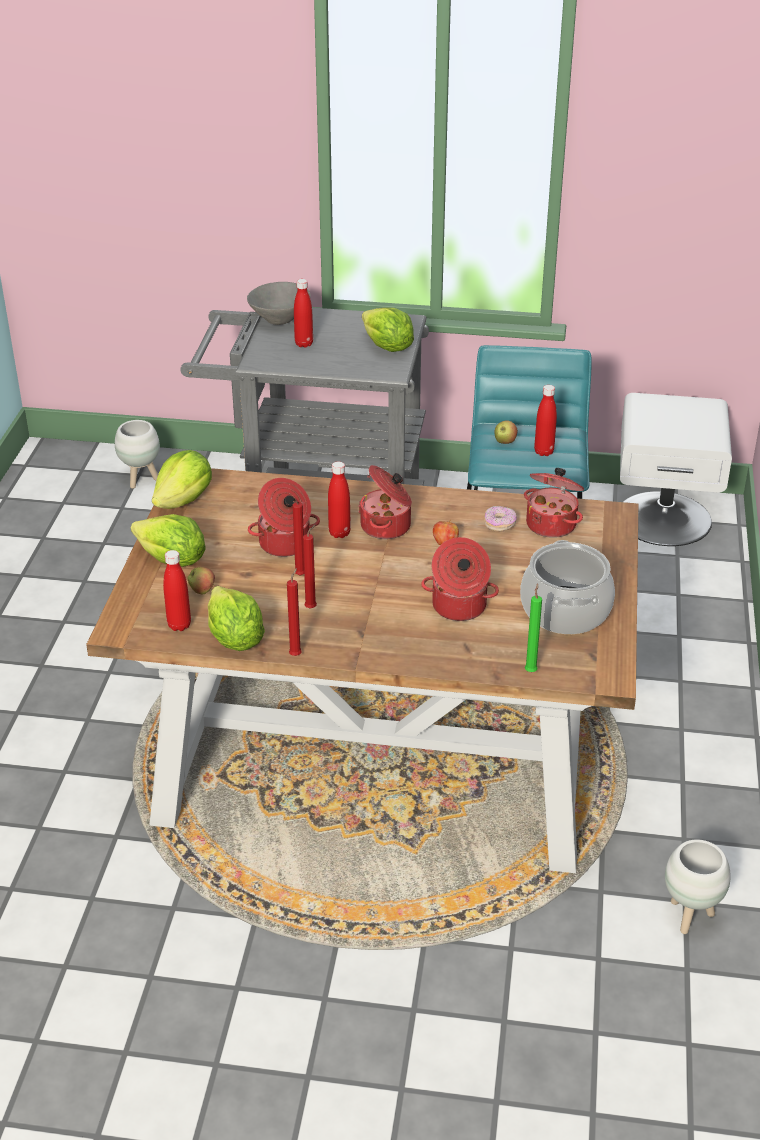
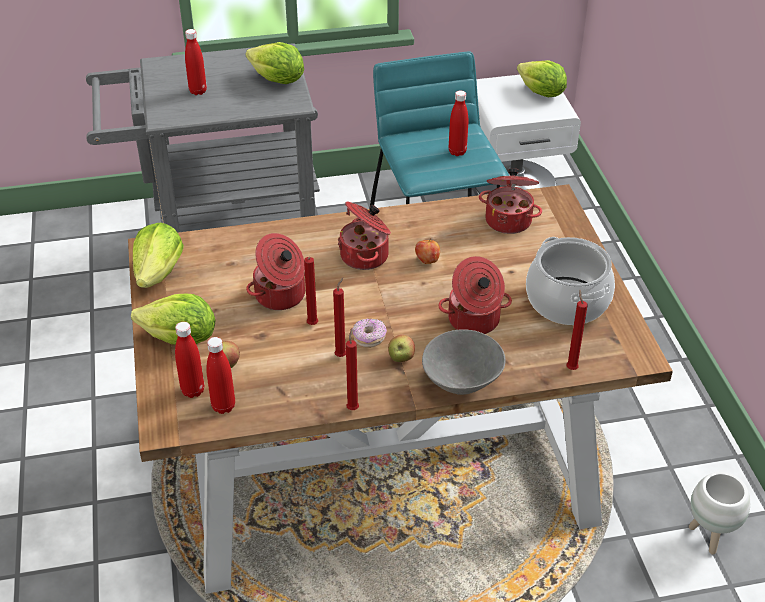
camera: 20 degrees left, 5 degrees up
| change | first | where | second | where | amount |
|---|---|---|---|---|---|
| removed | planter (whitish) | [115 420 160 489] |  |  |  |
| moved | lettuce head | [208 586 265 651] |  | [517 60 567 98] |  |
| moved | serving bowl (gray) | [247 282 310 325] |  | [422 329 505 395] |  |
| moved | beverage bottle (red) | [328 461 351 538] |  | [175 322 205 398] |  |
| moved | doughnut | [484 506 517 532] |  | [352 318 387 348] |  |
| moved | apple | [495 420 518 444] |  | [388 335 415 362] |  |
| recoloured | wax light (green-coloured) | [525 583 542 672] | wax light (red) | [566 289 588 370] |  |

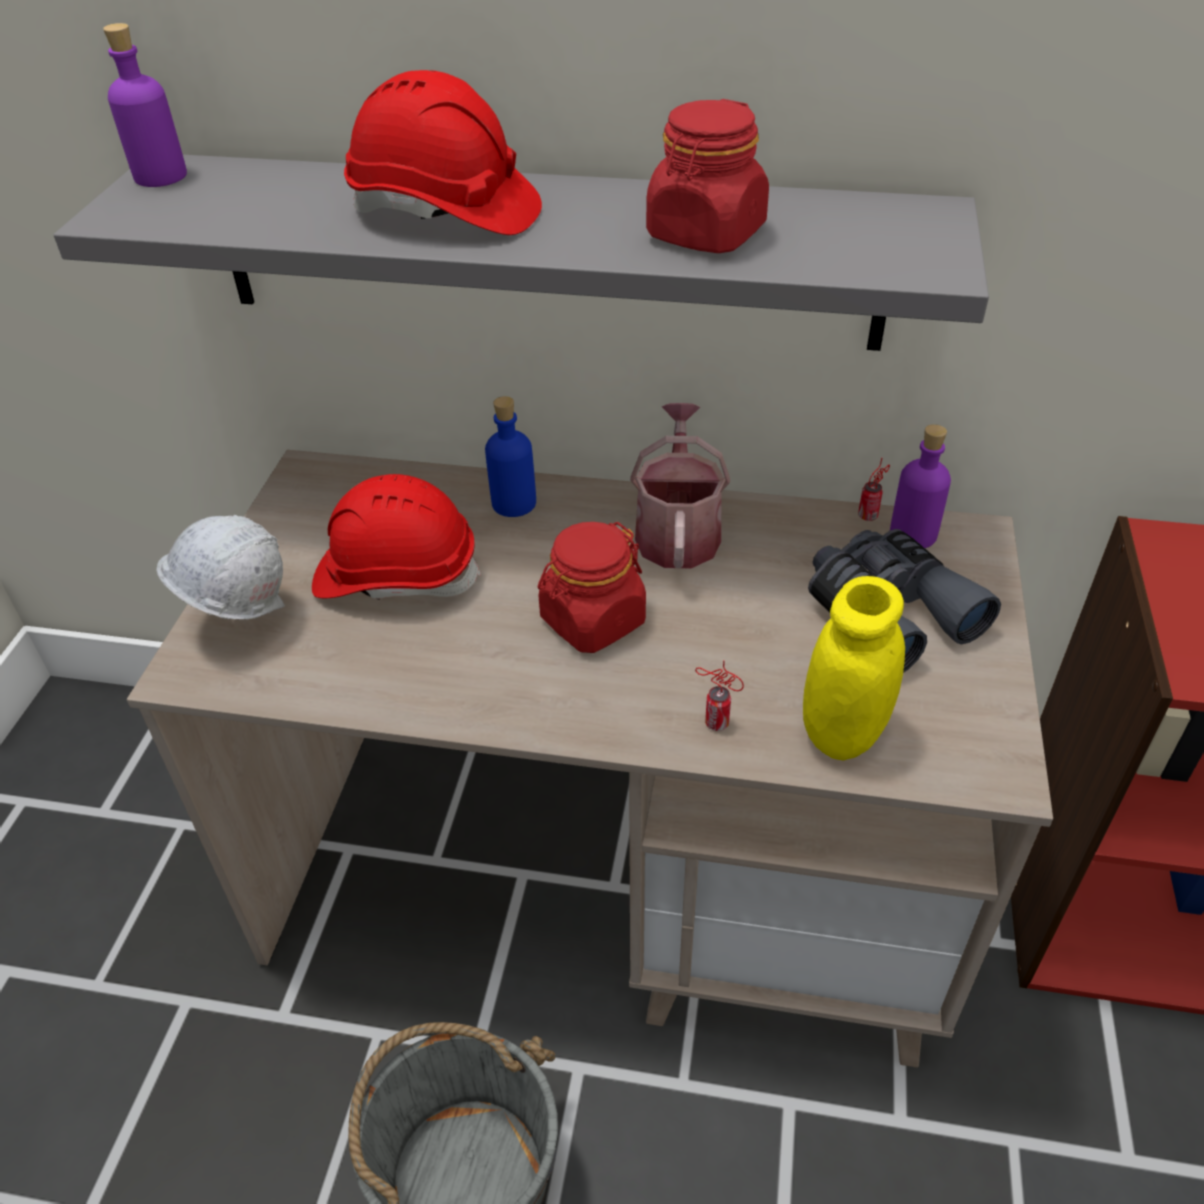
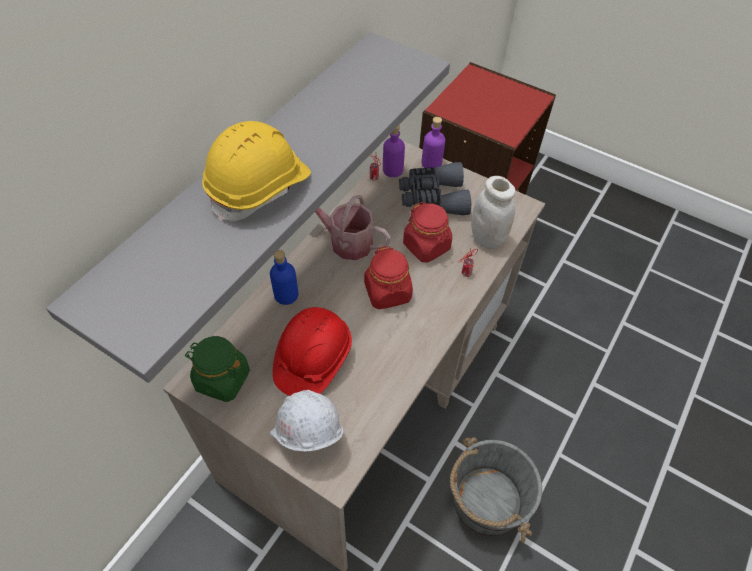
camera: 70 degrees left, 10 degrees up
| change | first | where | second | where | amount |
|---|---|---|---|---|---|
| added |  |  | preserve jar (green-coloured) | [185 336 250 402] |  |
| moved | beverage bottle (purple) | [103 23 187 187] |  | [421 117 445 168] |  |
| moved | preserve jar (red) | [646 99 769 253] |  | [403 202 452 263] |  |
| recoloured | hard hat (red) | [344 70 542 235] | hard hat (yellow-coloured) | [202 121 311 222] |  |
| recoloured | preserve jar (yellow-coloured) | [803 576 905 761] | preserve jar (whitish) | [471 176 516 249] |  |

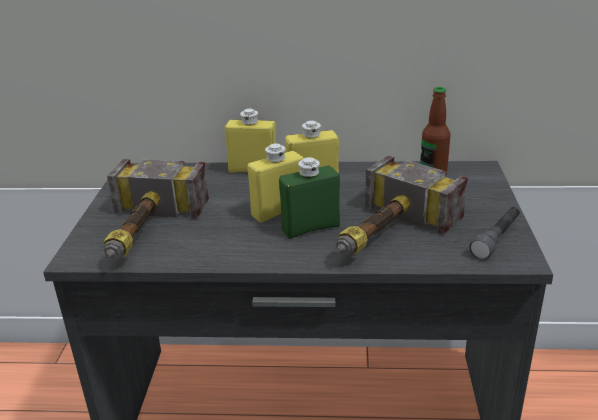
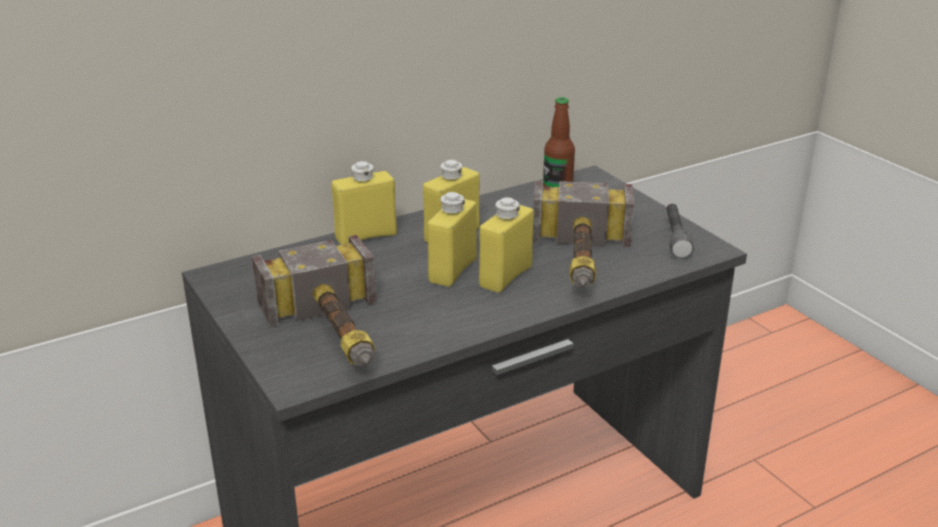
camera: 35 degrees left, 0 degrees up
| change | first | where | second | where | amount |
|---|---|---|---|---|---|
| recoloured | beverage bottle (green-coloured) | [279 157 340 239] | beverage bottle (yellow-coloured) | [479 197 534 293] |  |

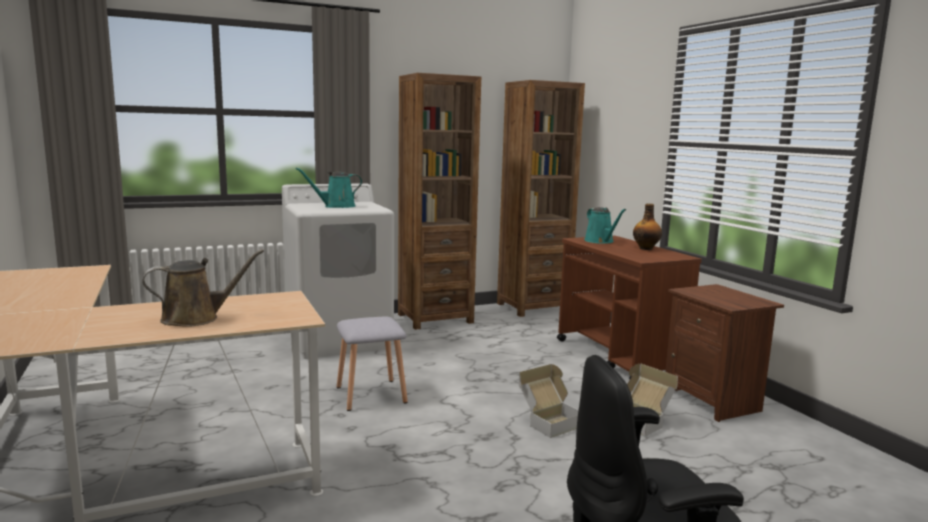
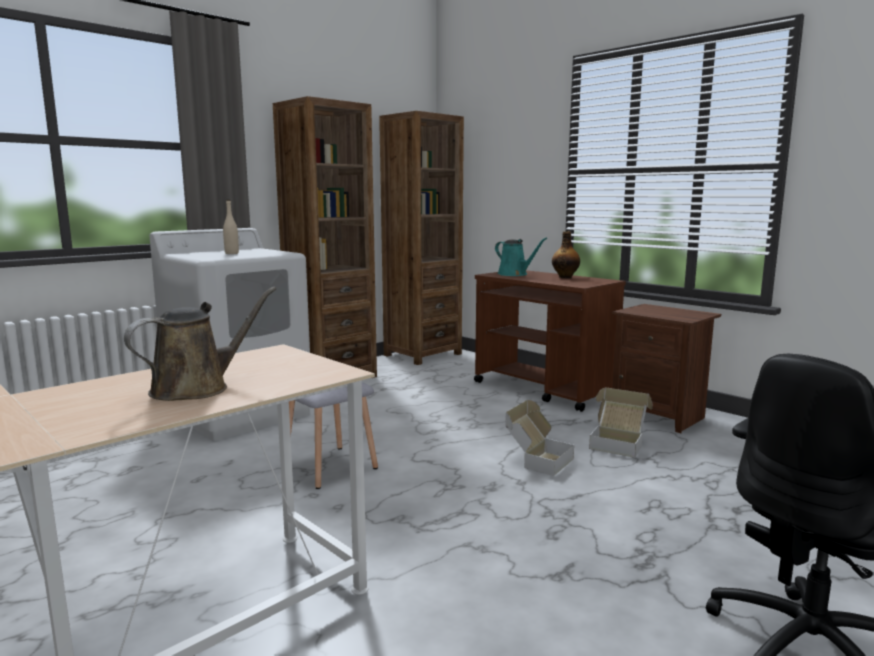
camera: 20 degrees left, 0 degrees up
| change | first | where | second | where | amount |
|---|---|---|---|---|---|
| replaced | watering pot (turquoise-coloured) | [296 168 363 208] | beverage bottle (sand-coloured) | [223 200 239 254] |  |

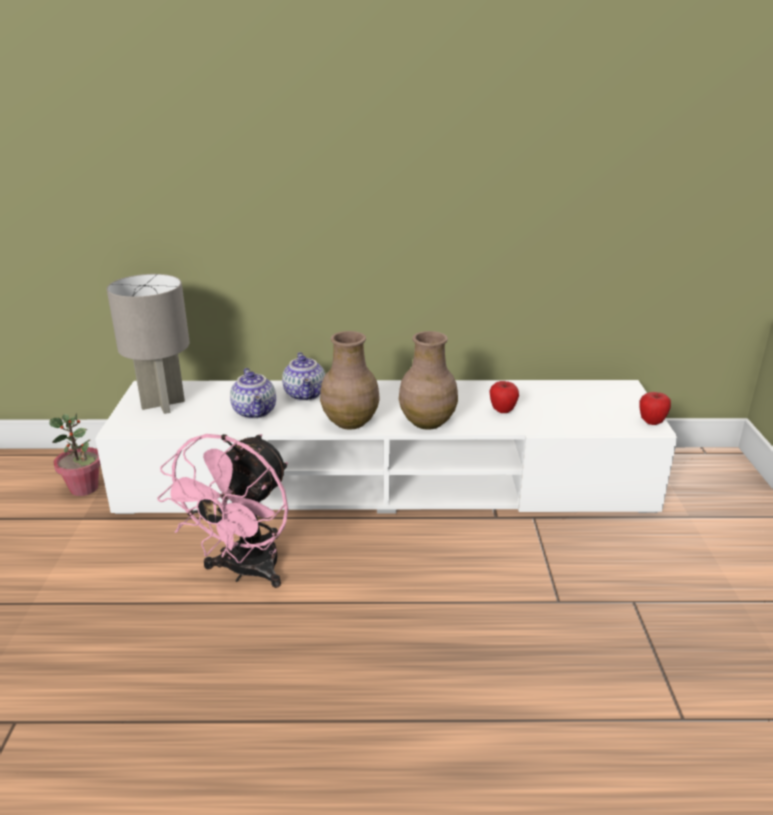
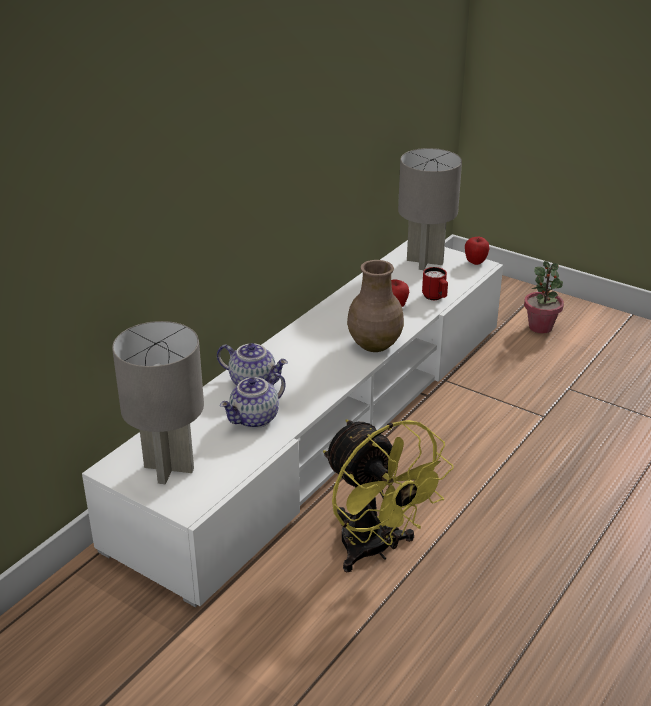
camera: 55 degrees left, 5 degrees up
| change | first | where | second | where | amount |
|---|---|---|---|---|---|
| removed | decorative vase (brownish) | [320 331 380 430] |  |  |  |
| added |  |  | lamp for a table (gray) | [398 148 462 270] |  |
| added |  |  | tea mug (red) | [422 267 448 300] |  |
| moved | houseplant | [50 413 101 496] |  | [524 261 564 334] |  |
| recoloured | cooling fan (pink) | [157 434 289 588] | cooling fan (yellow-coloured) | [323 419 454 572] |  |
| turned | teapot | [230 368 276 419] |  | [220 373 286 428] | 120 degrees clockwise |

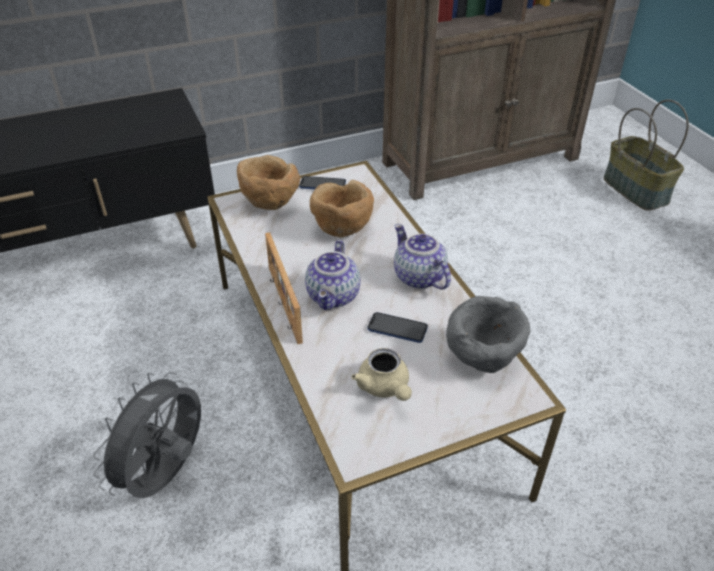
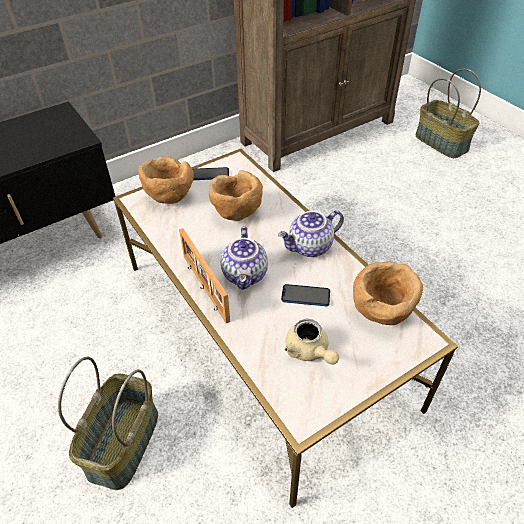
camera: 10 degrees left, 5 degrees up
| change | first | where | second | where | amount |
|---|---|---|---|---|---|
| replaced | cooling fan (gray) | [93 372 201 498] | storage basket | [58 357 158 490] |  |
| recoloured | serving bowl (gray) | [446 296 531 373] | serving bowl (brownish) | [353 261 423 325] |  |
| turned | teapot | [394 224 451 290] |  | [278 210 344 257] | 75 degrees counterclockwise |

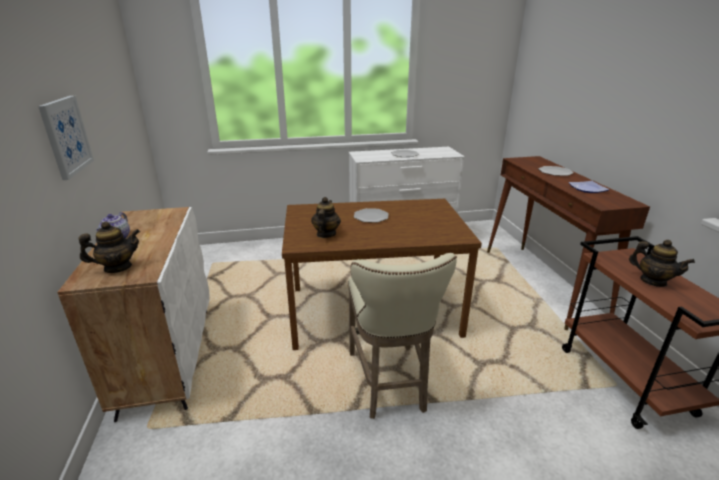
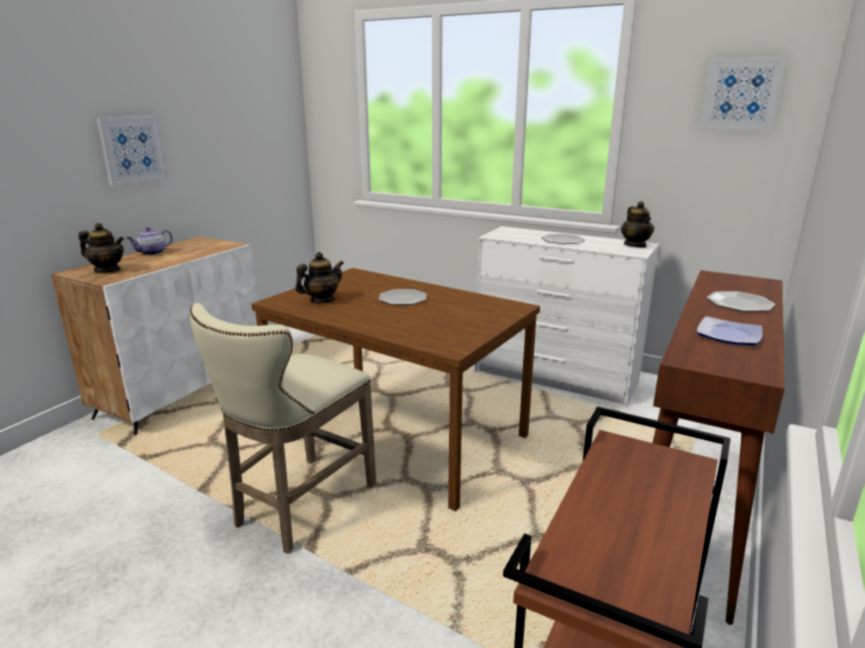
camera: 40 degrees right, 5 degrees down
| change | first | where | second | where | amount |
|---|---|---|---|---|---|
| added |  |  | wall picture | [700 56 788 130] |  |
| moved | teapot | [629 240 695 287] |  | [621 201 654 248] |  |

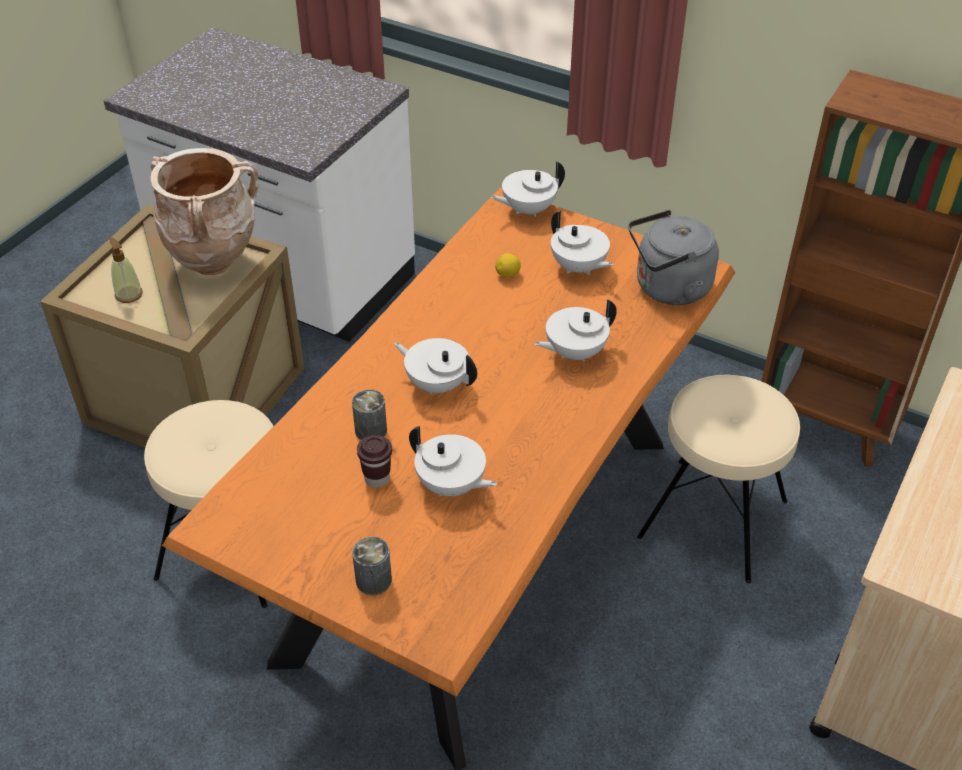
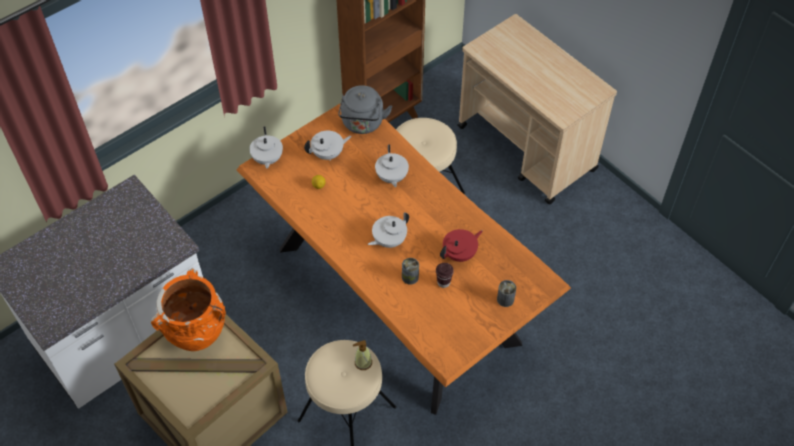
camera: 70 degrees left, 10 degrees up
| change | first | where | second | where | amount |
|---|---|---|---|---|---|
| moved | liquid soap bottle | [109 237 143 303] |  | [353 340 372 370] |  |
| recoloured | decorative vase (sand-coloured) | [150 148 258 275] | decorative vase (orangey) | [151 268 226 351] |  |
| recoloured | teapot (whitish) | [409 426 497 497] | teapot (red) | [440 229 483 262] |  |

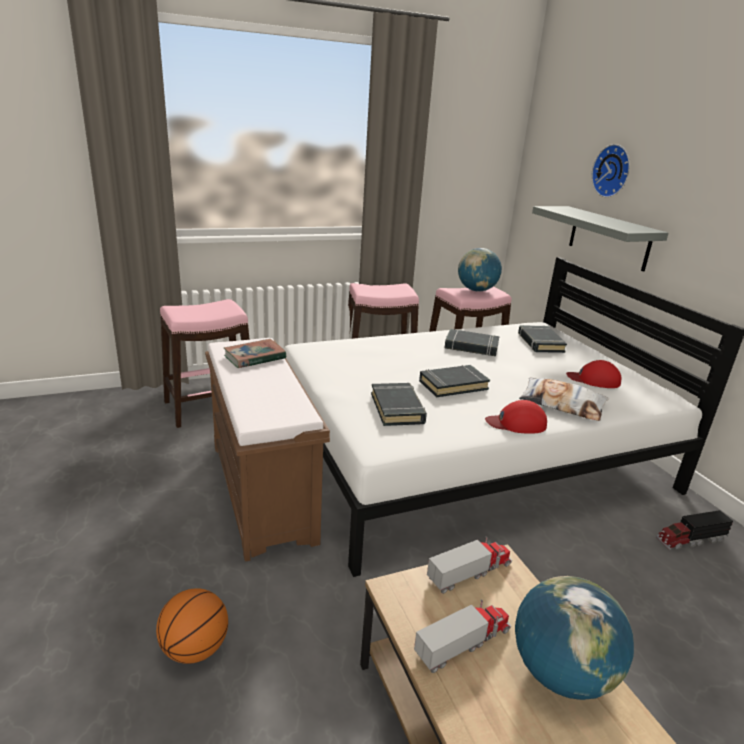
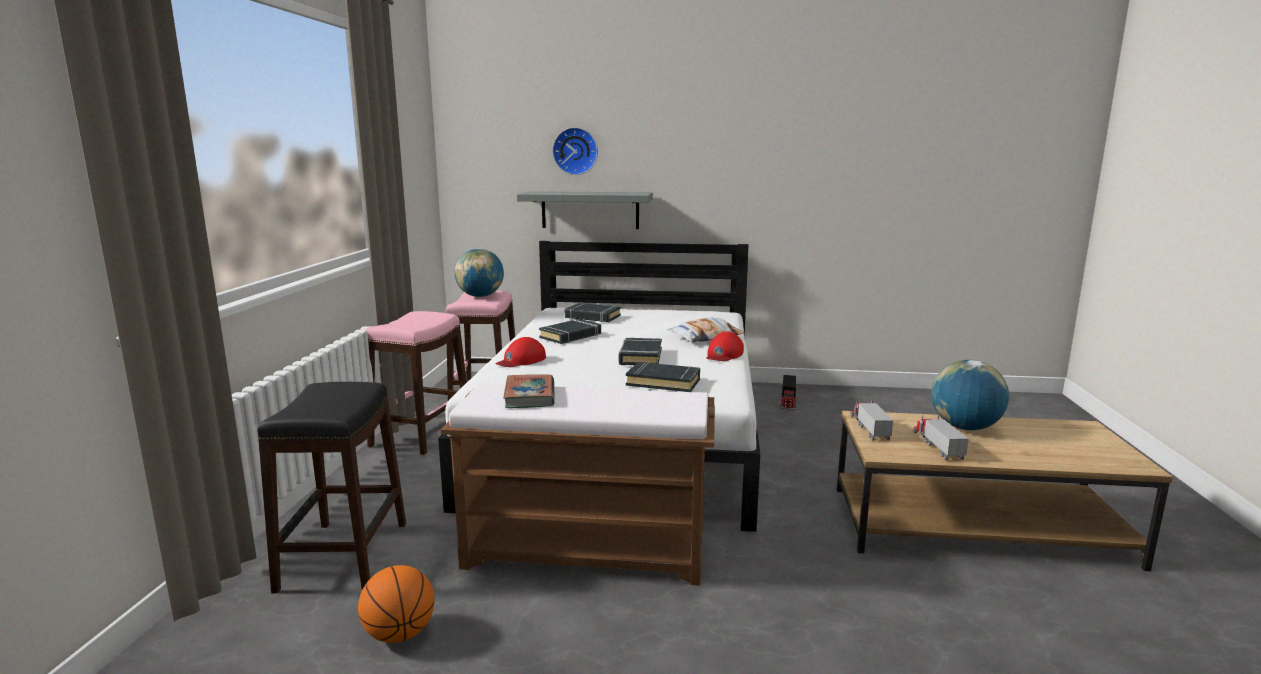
camera: 60 degrees left, 10 degrees down
| change | first | where | second | where | amount |
|---|---|---|---|---|---|
| moved | basketball | [156 588 228 664] |  | [358 565 435 643] |  |
| moved | cap (red) | [566 360 621 388] |  | [496 337 546 367] |  |
| recoloured | sitting stool (pink) | [160 299 250 428] | sitting stool (blackish) | [257 382 406 593] |  |

